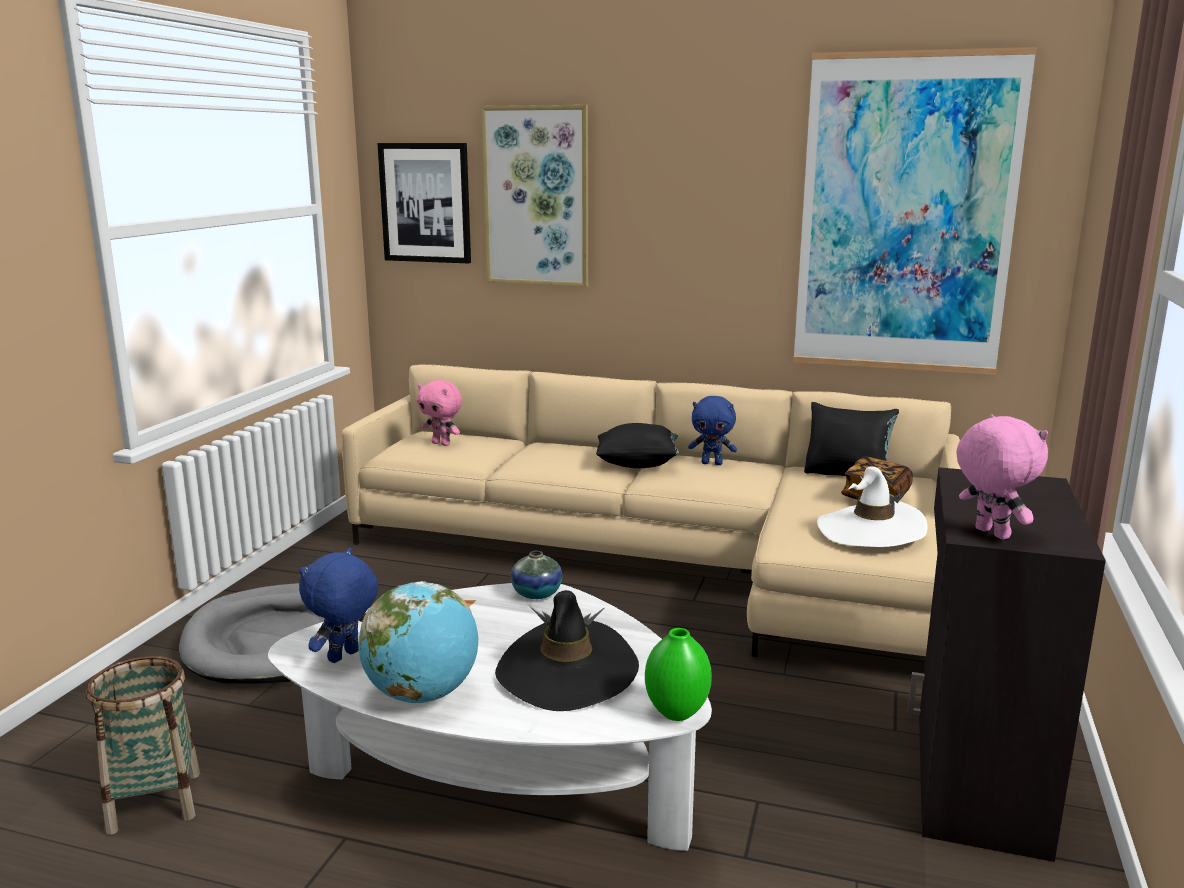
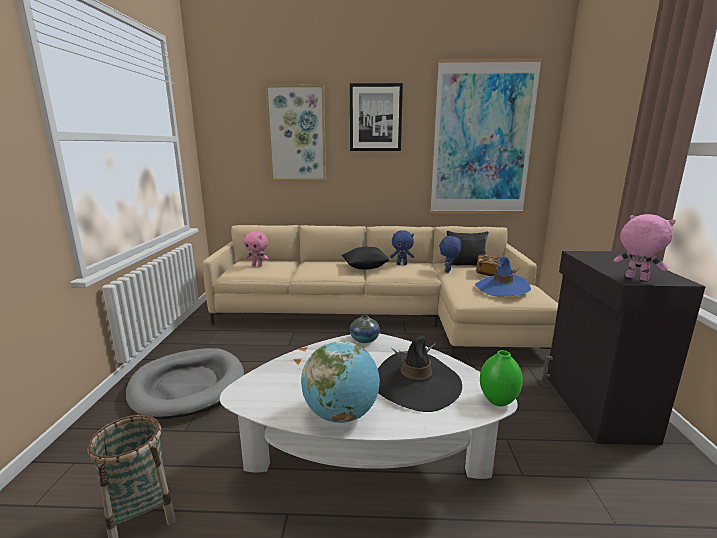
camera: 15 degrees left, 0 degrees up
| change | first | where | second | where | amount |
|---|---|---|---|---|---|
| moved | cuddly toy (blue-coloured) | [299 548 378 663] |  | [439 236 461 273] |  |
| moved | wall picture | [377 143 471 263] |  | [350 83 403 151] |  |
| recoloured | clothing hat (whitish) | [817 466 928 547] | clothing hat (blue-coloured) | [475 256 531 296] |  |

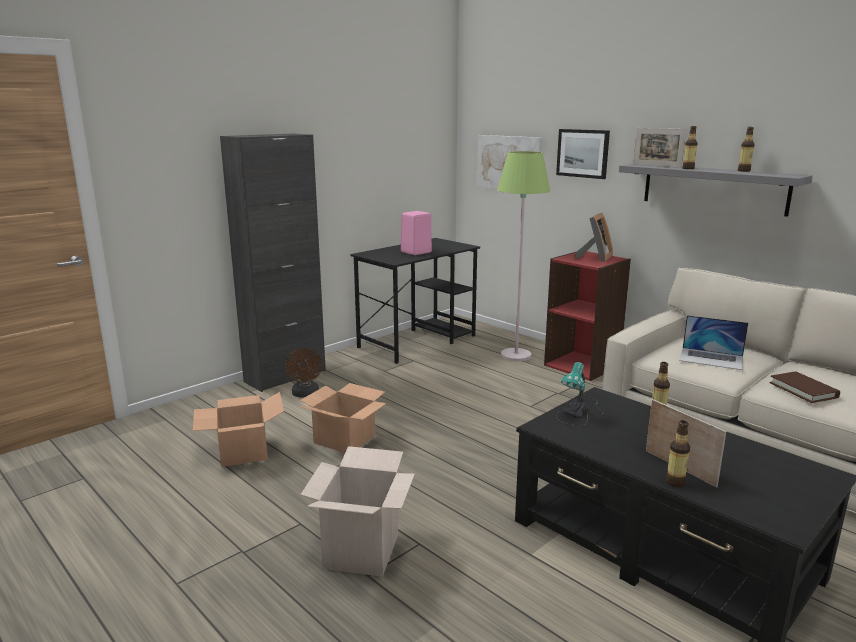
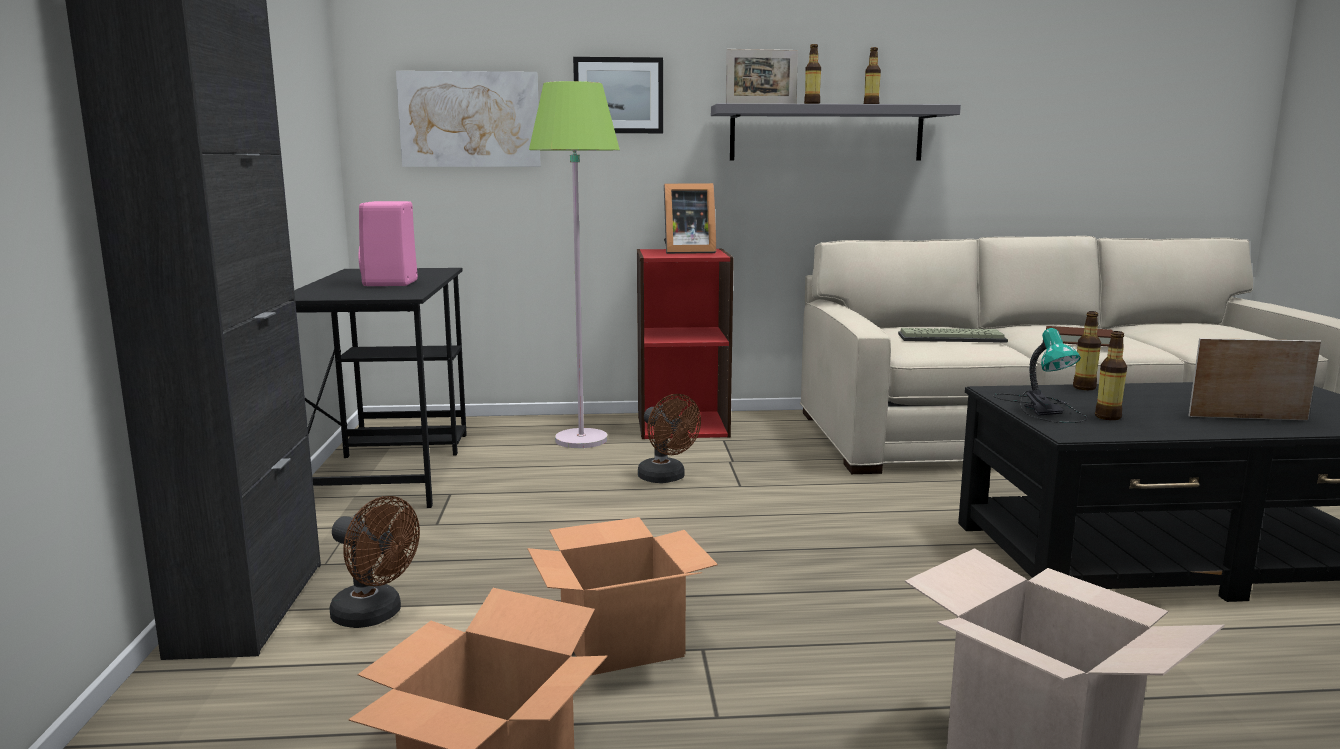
camera: 50 degrees left, 5 degrees down
| change | first | where | second | where | amount |
|---|---|---|---|---|---|
| added |  |  | cooling fan (brownish) | [638 394 701 483] |  |
| moved | beverage bottle | [666 420 690 487] |  | [1095 331 1127 420] |  |
| replaced | portable computer | [679 315 748 370] | PC keyboard | [898 328 1008 343] |  |
| turned | photo frame | [574 213 613 262] |  | [664 183 716 254] | 105 degrees clockwise |

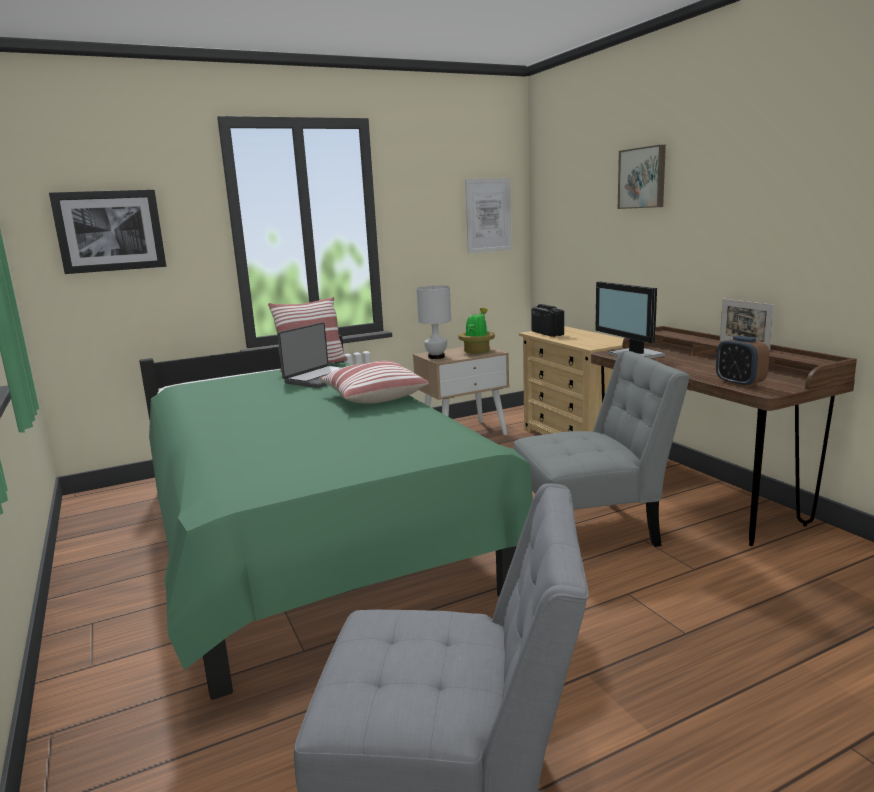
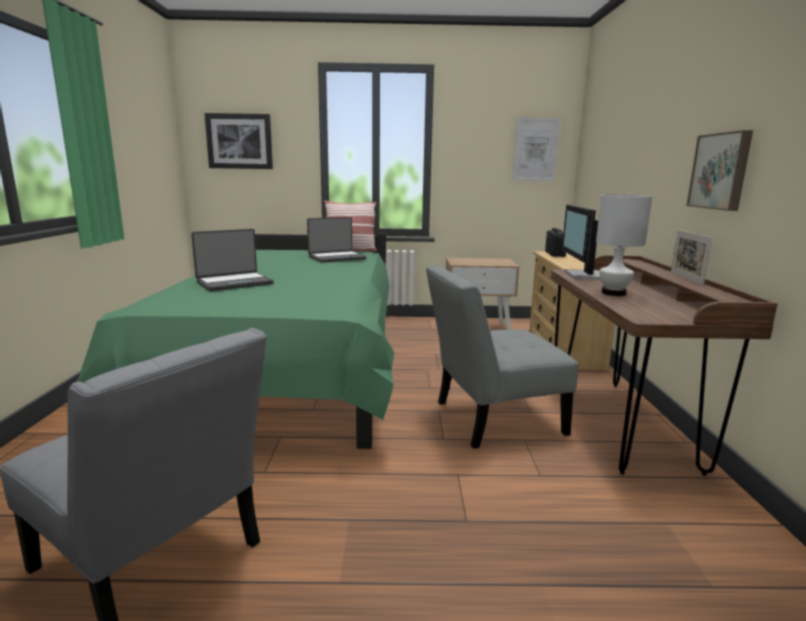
camera: 25 degrees right, 0 degrees up
| change | first | where | second | where | amount |
|---|---|---|---|---|---|
| removed | pillow | [319 361 429 404] |  |  |  |
| removed | houseplant | [459 307 495 354] |  |  |  |
| removed | bedside clock | [716 336 769 388] |  |  |  |
| added |  |  | portable computer | [191 229 274 291] |  |
| moved | lamp for a table (whitish) | [416 286 451 359] |  | [596 194 653 296] |  |
| moved | wall picture | [618 145 666 209] |  | [686 130 753 211] |  |
| turned | plain chair (gray) | [514 351 690 547] |  | [426 265 578 449] | 150 degrees clockwise |

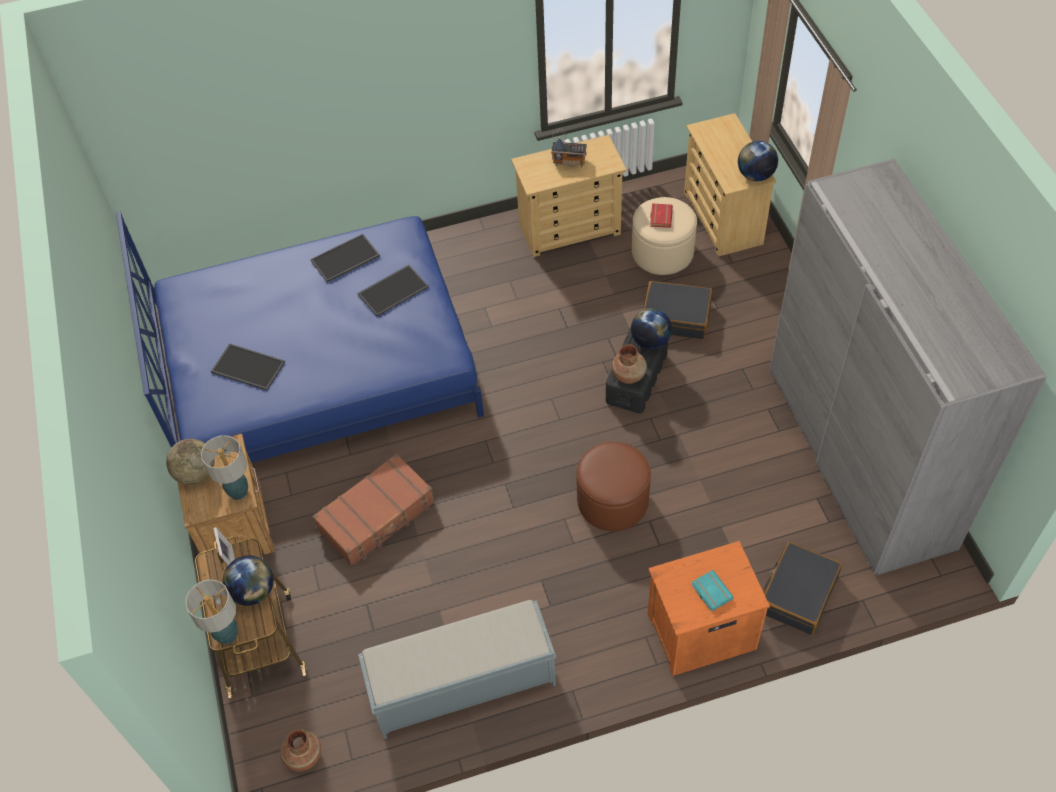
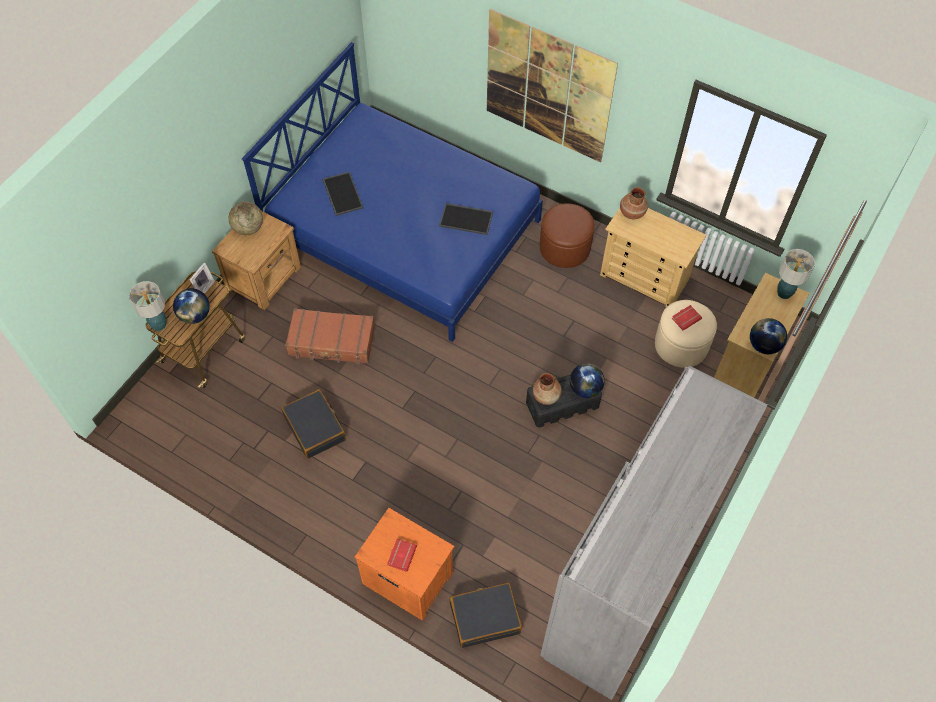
camera: 45 degrees right, 5 degrees up
| change | first | where | second | where | amount |
|---|---|---|---|---|---|
| removed | carrying tray | [310 234 380 283] |  |  |  |
| removed | bench (gray) | [358 600 556 739] |  |  |  |
| removed | radio set | [551 128 587 167] |  |  |  |
| added |  |  | wall picture | [487 9 618 163] |  |
| moved | lamp for a table | [201 435 248 500] |  | [777 249 815 299] |  |
| moved | decorative vase (brownish) | [280 729 321 772] |  | [620 187 648 219] |  |
| moved | ottoman (brownish) | [576 442 651 531] |  | [540 203 595 268] |  |
| moved | travel case (blackish) | [643 281 712 339] |  | [281 389 346 459] |  |
| recoloured | book (turquoise-coloured) | [691 570 734 612] | book (red) | [387 539 417 572] |  |

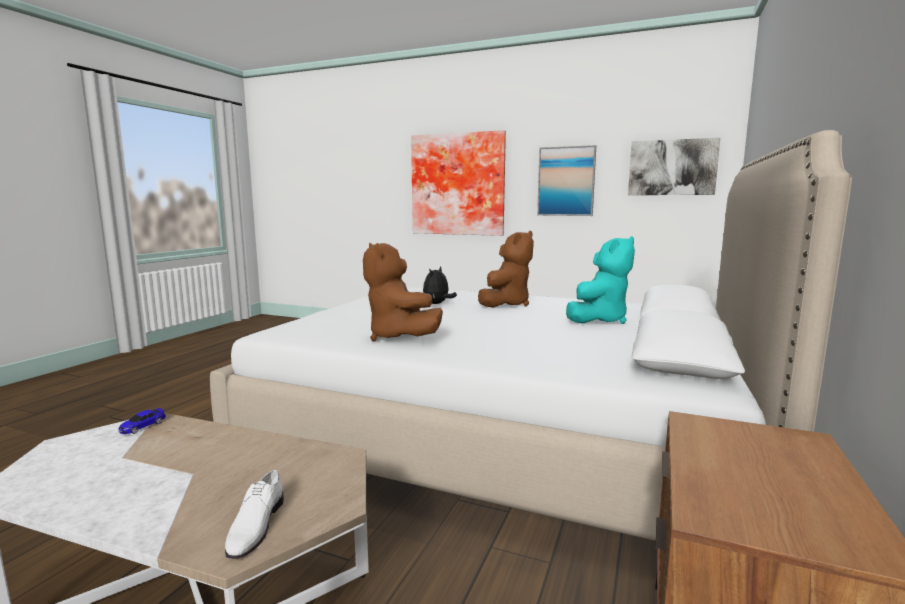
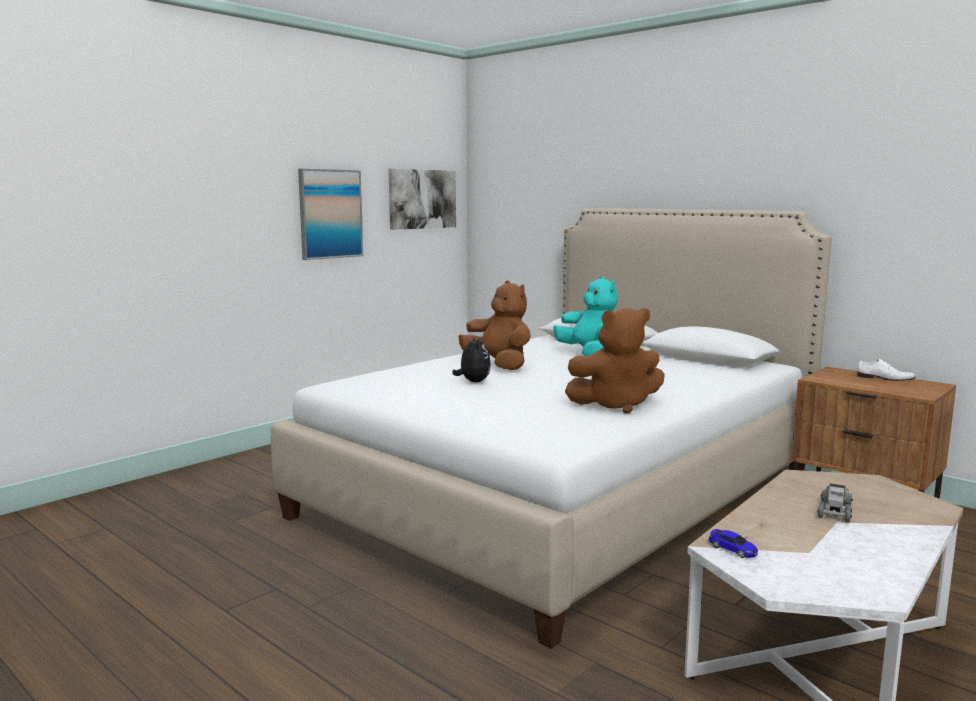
camera: 70 degrees left, 0 degrees up
| change | first | where | second | where | amount |
|---|---|---|---|---|---|
| removed | wall picture | [411 130 506 236] |  |  |  |
| added |  |  | model truck | [817 483 853 523] |  |
| moved | low shoe (whitish) | [225 470 284 559] |  | [857 359 916 381] |  |
| turned | cuddly toy | [423 266 457 304] |  | [452 334 491 382] | 150 degrees counterclockwise |

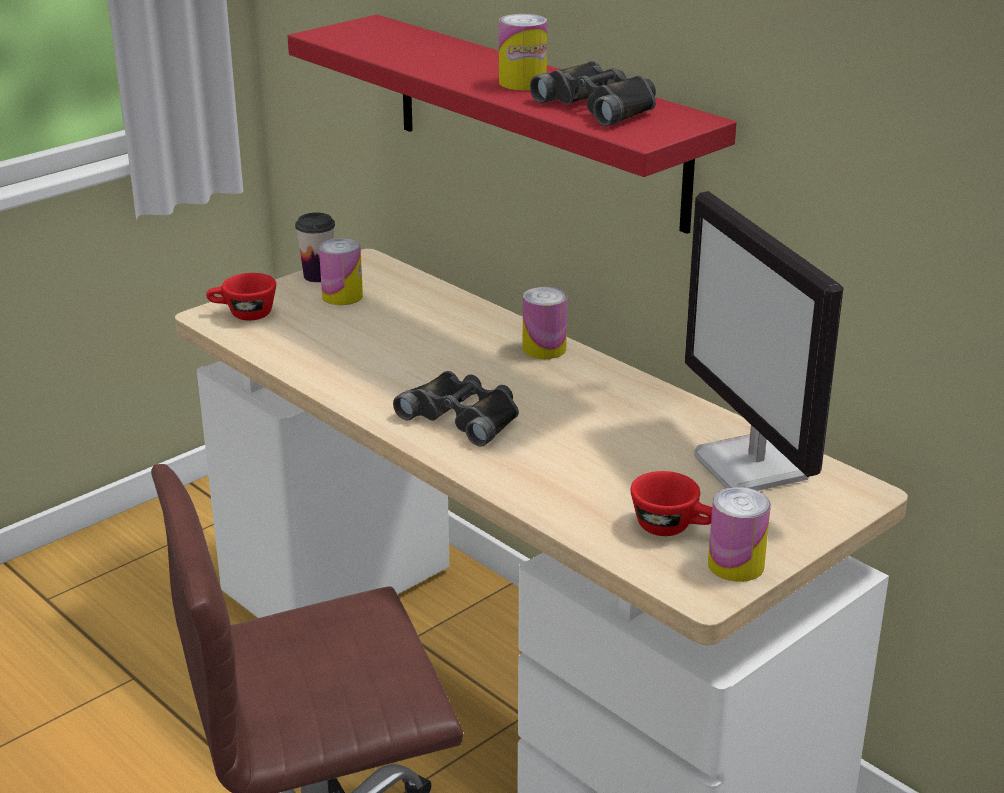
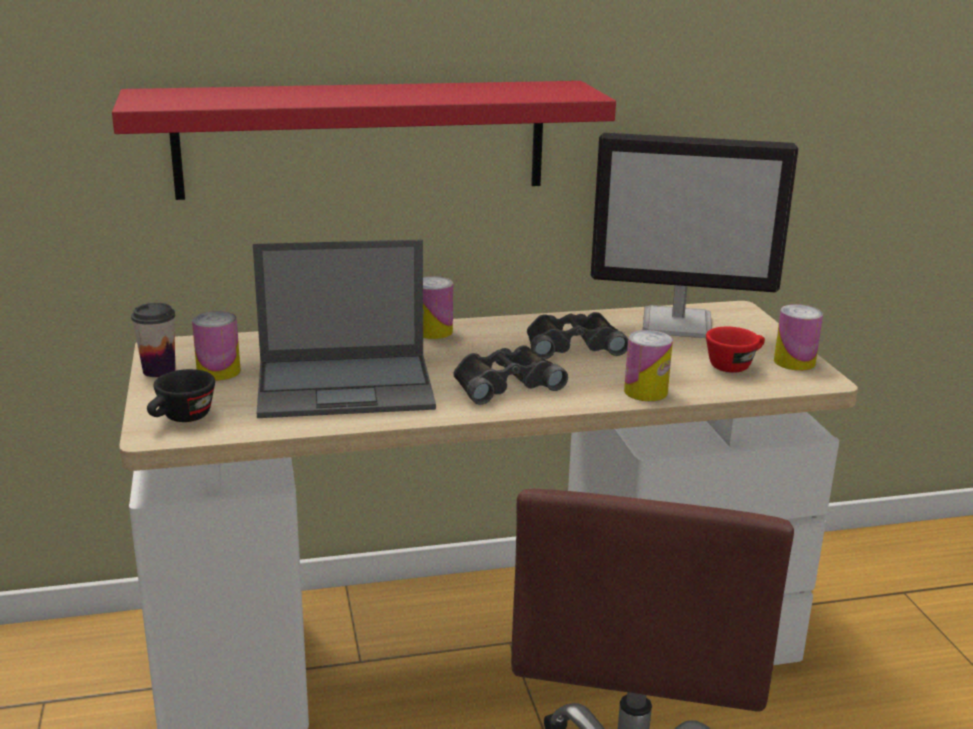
camera: 60 degrees left, 5 degrees down
| change | first | where | second | where | amount |
|---|---|---|---|---|---|
| added |  |  | portable computer | [253 239 436 418] |  |
| moved | metal can | [499 14 547 90] |  | [624 330 673 401] |  |
| moved | pair of binoculars (blackish) | [530 61 656 126] |  | [527 312 628 359] |  |
| recoloured | cup (red) | [206 273 276 321] | cup (blackish) | [147 369 215 422] |  |

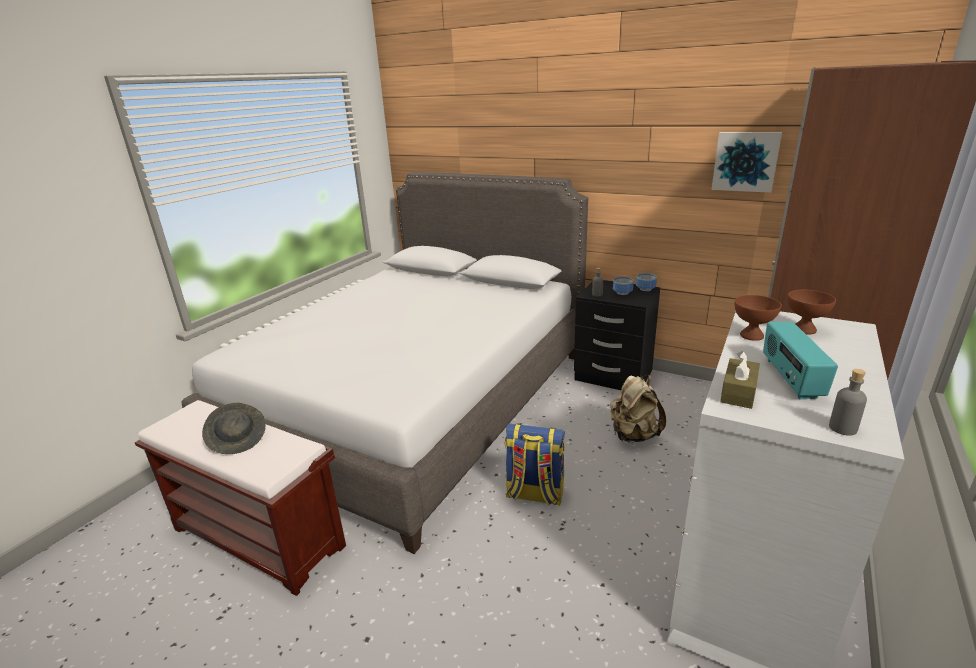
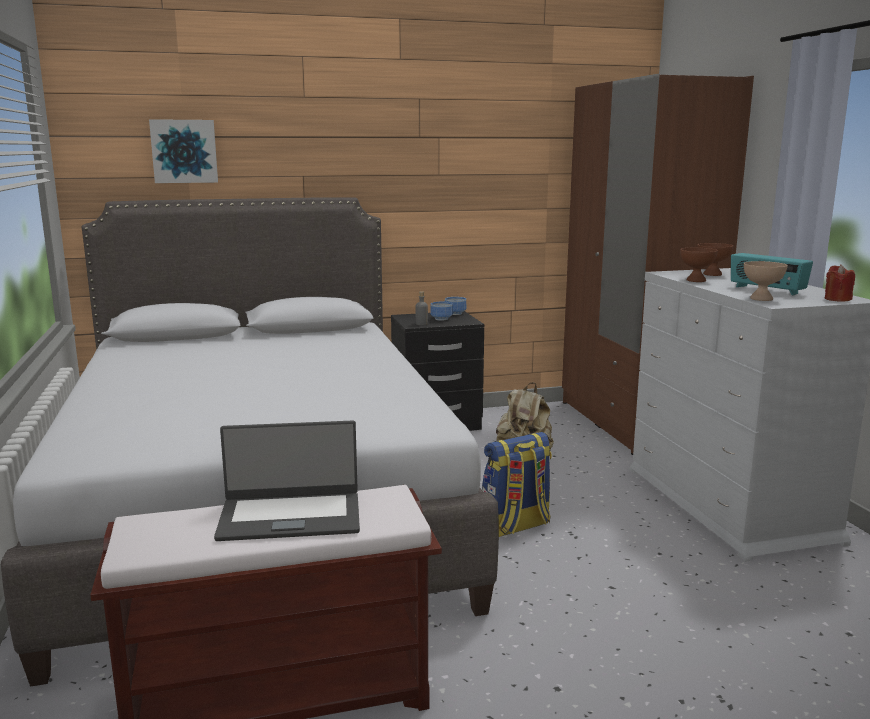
camera: 45 degrees left, 10 degrees down
| change | first | where | second | where | amount |
|---|---|---|---|---|---|
| moved | wall picture | [712 132 782 193] |  | [149 119 218 183] |  |
| replaced | clothing hat (gray) | [202 403 266 454] | portable computer | [214 420 360 541] |  |
| replaced | box of tissues (brownish) | [720 351 760 409] | serving bowl (sand-coloured) | [744 261 788 301] |  |
| replaced | beverage bottle (gray) | [829 369 867 436] | wax light (red) | [825 264 855 302] |  |

